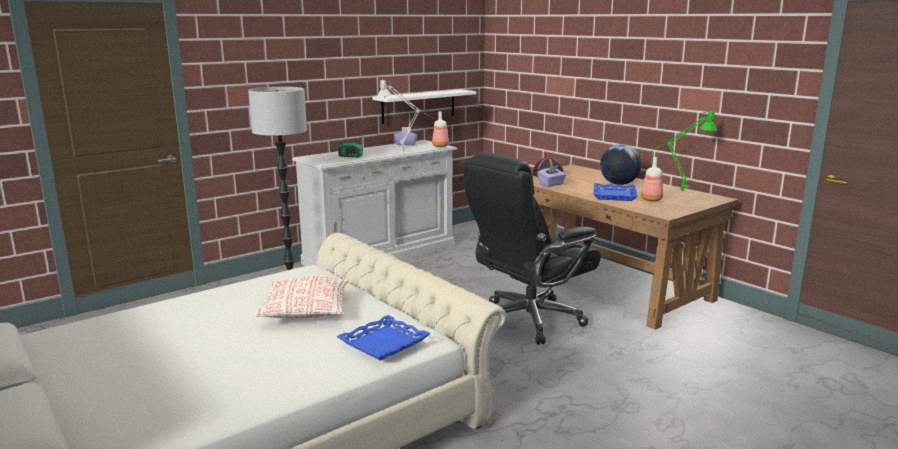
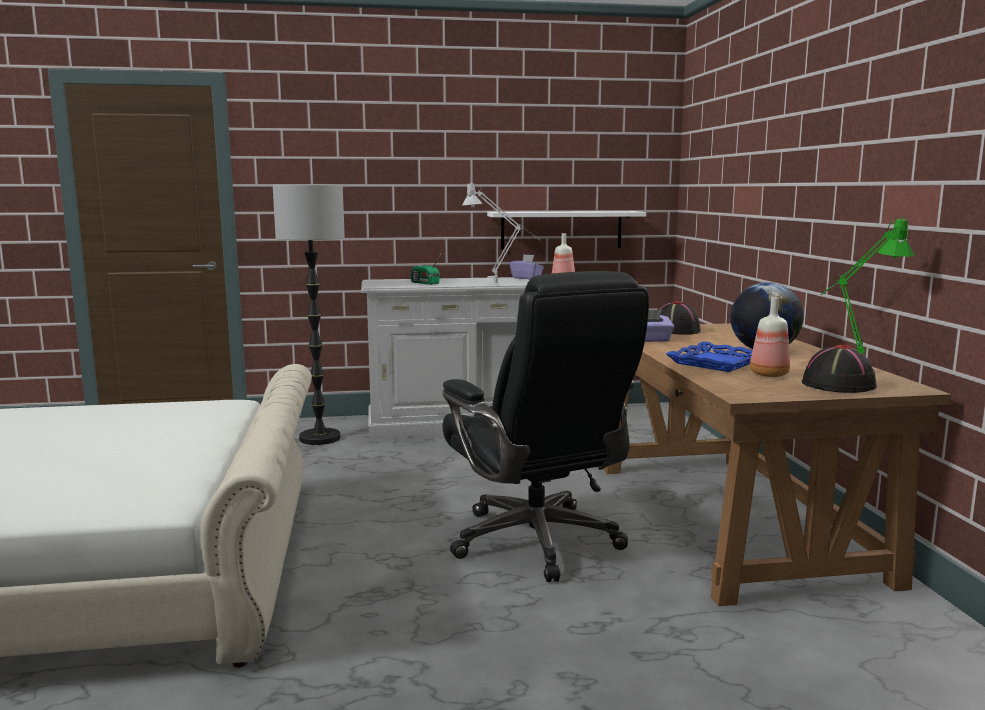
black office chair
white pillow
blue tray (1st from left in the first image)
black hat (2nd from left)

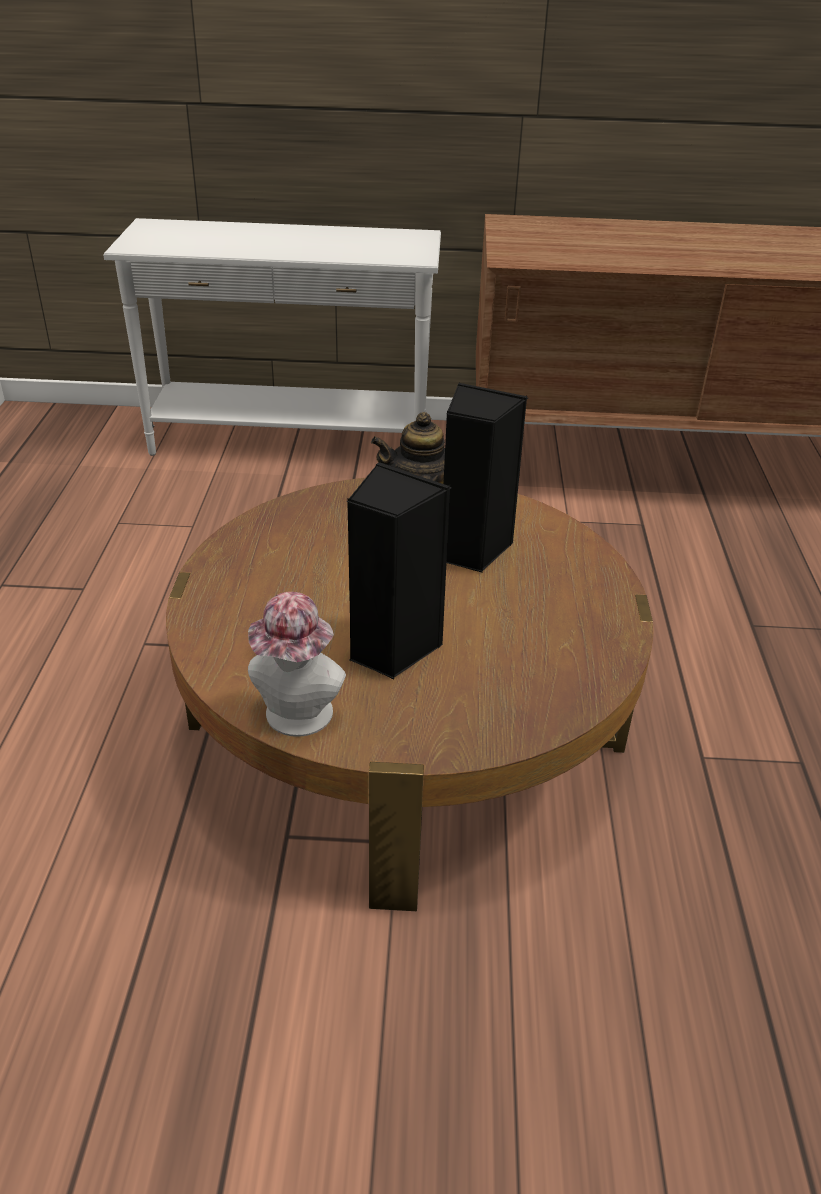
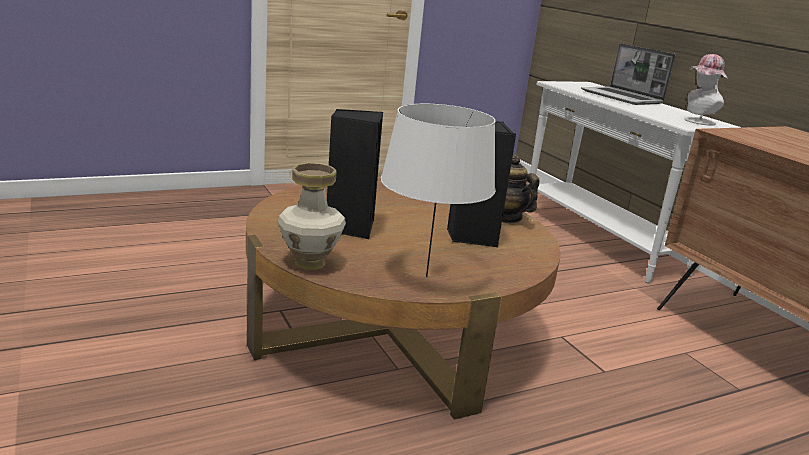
hat
laptop
white table lamp
vase

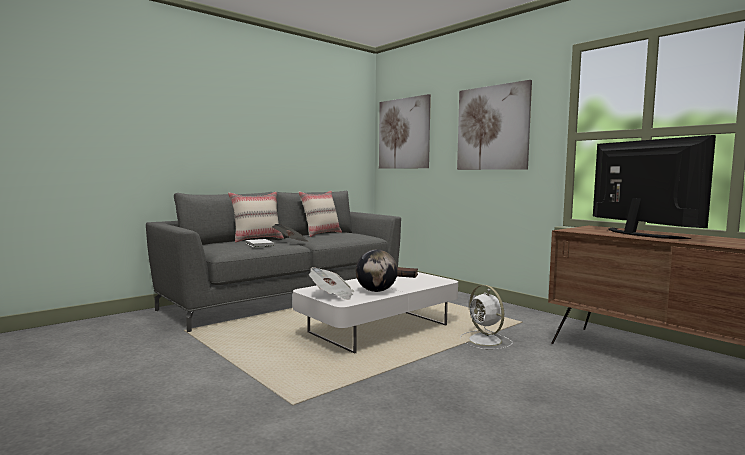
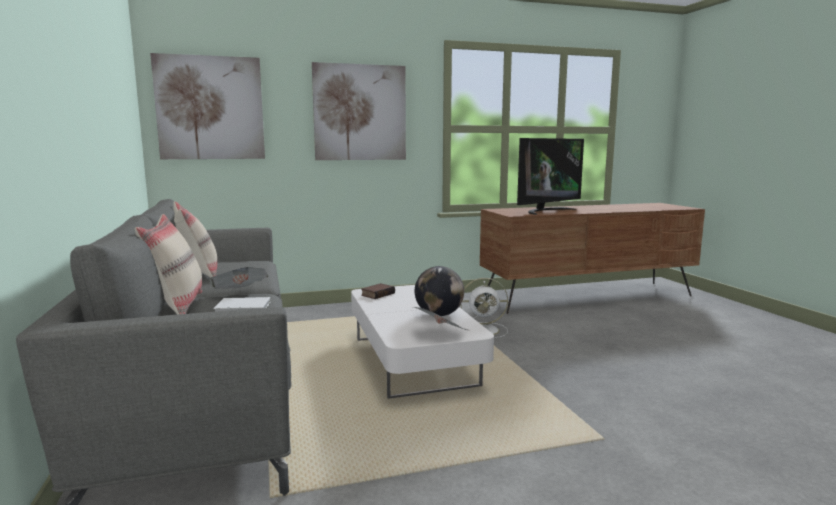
television

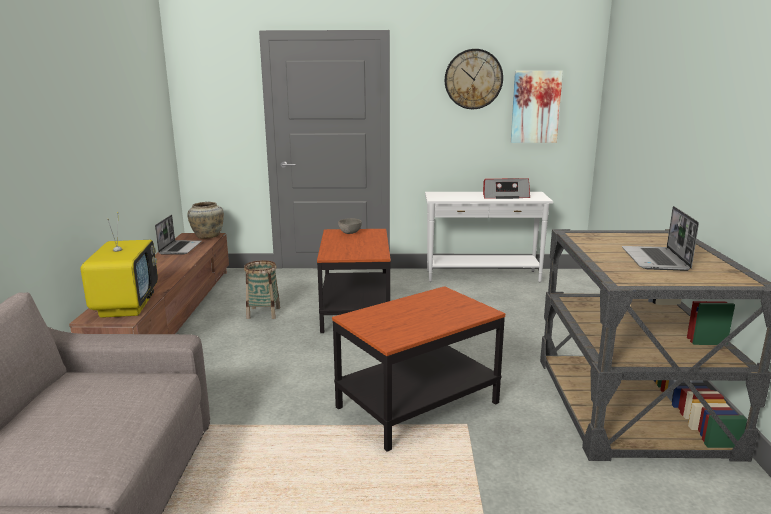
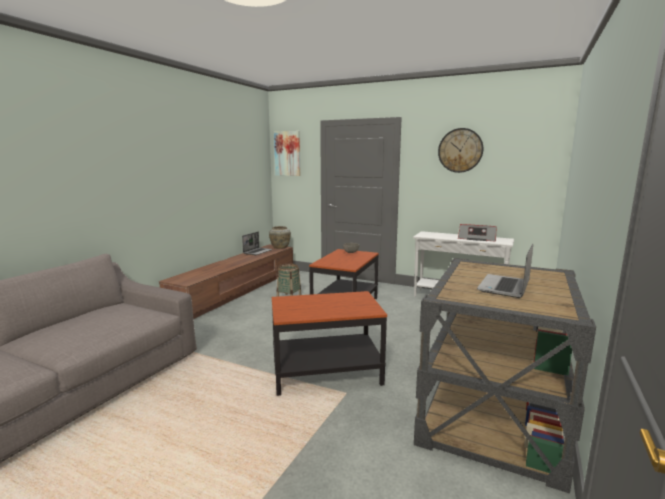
picture
television

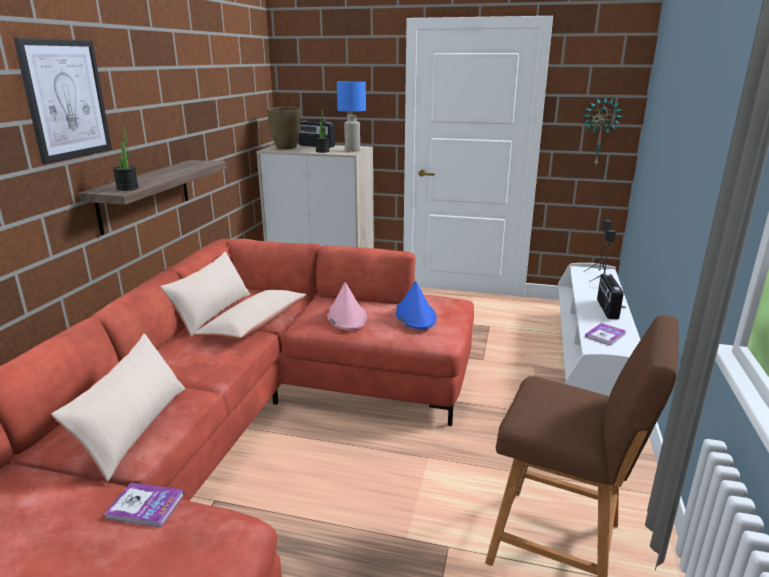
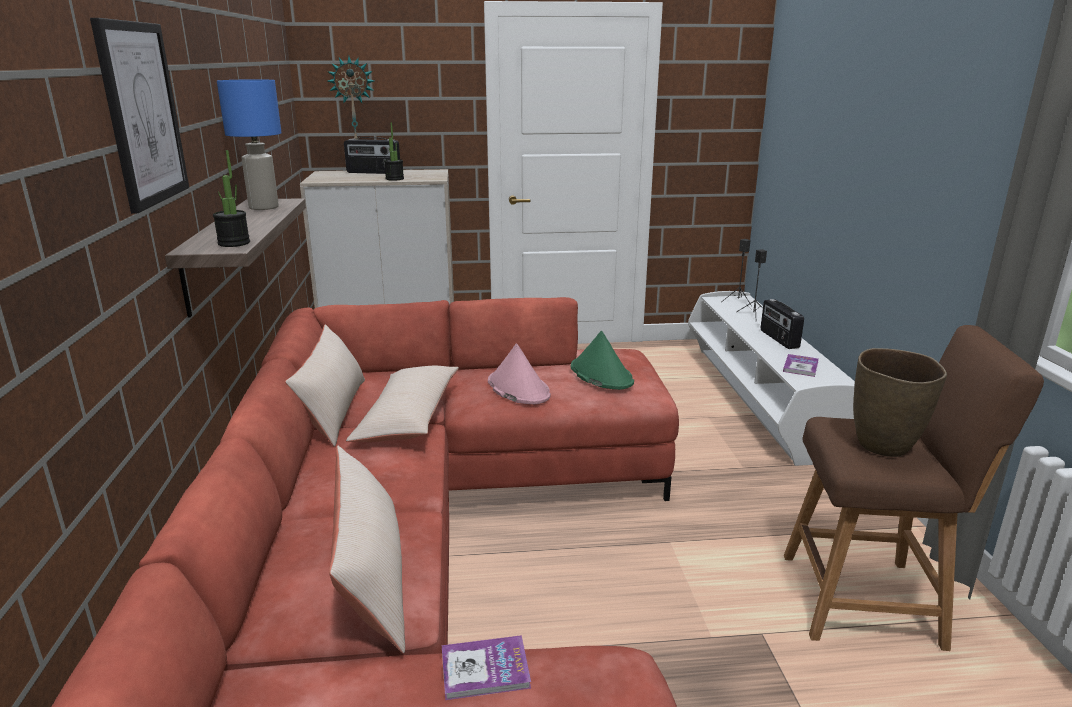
blue table lamp
wall clock
brown vase
green hat

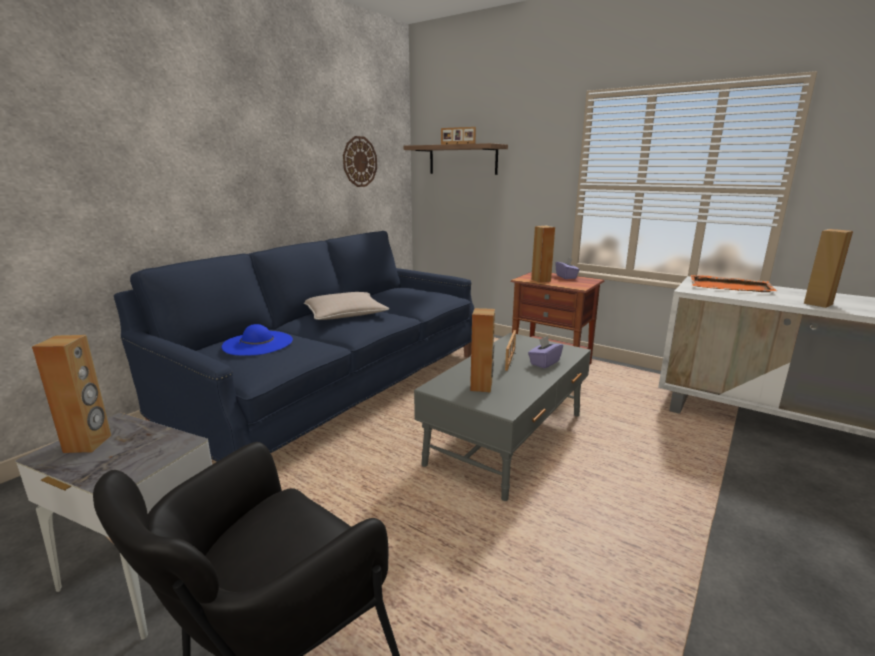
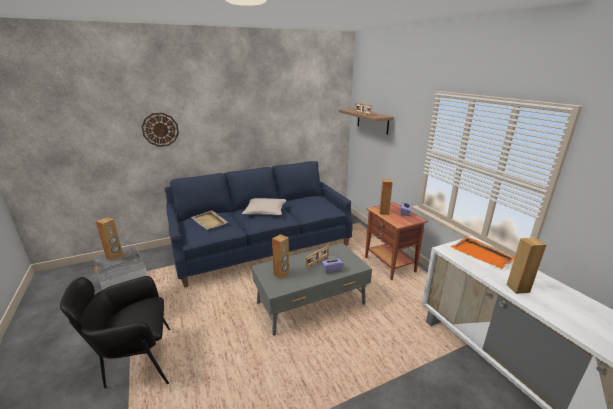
wall clock
beige tray

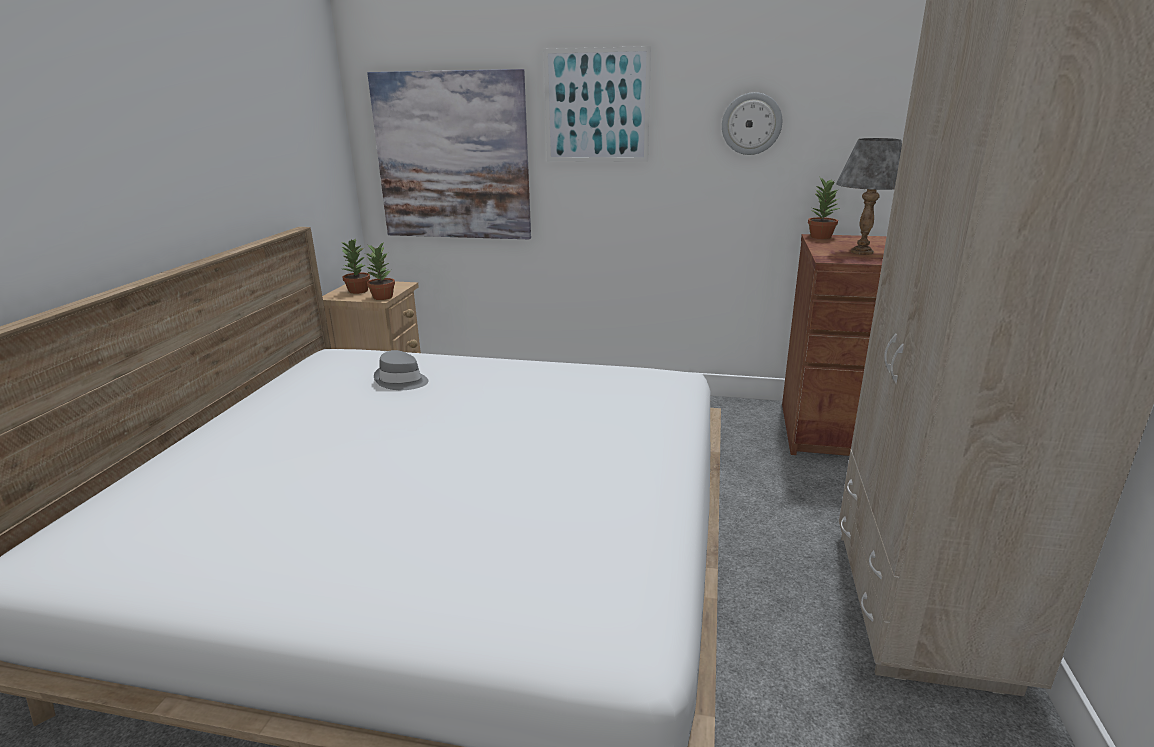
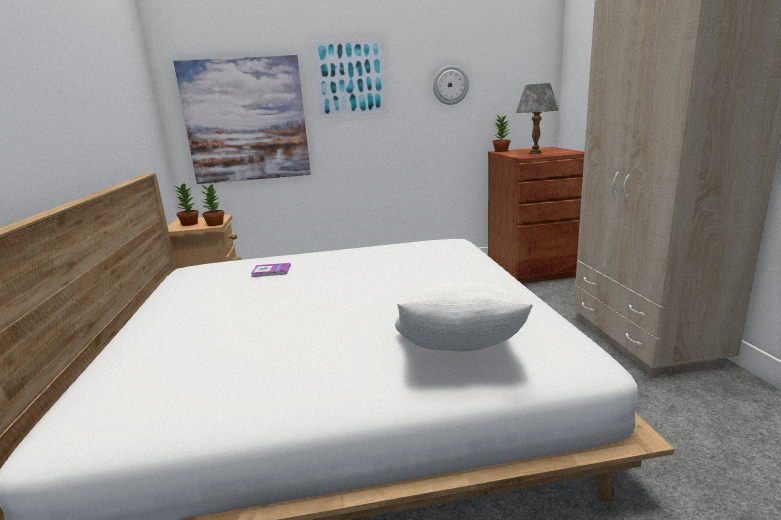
book
white pillow

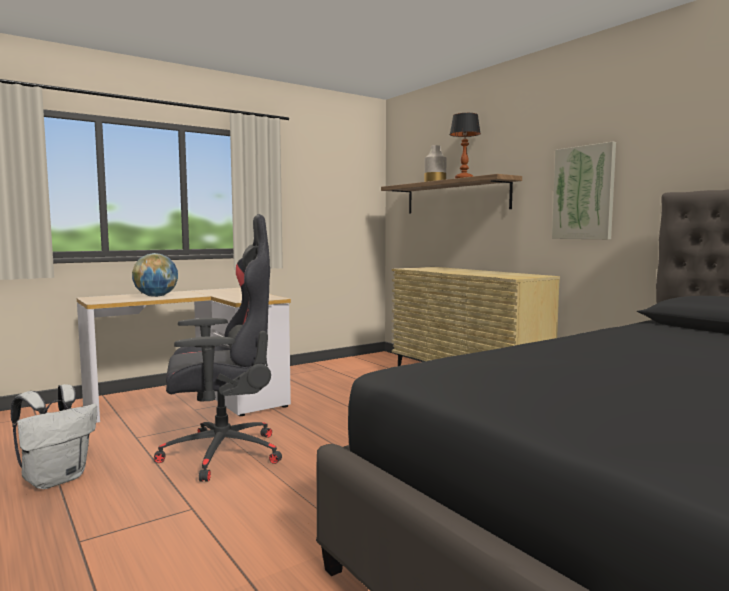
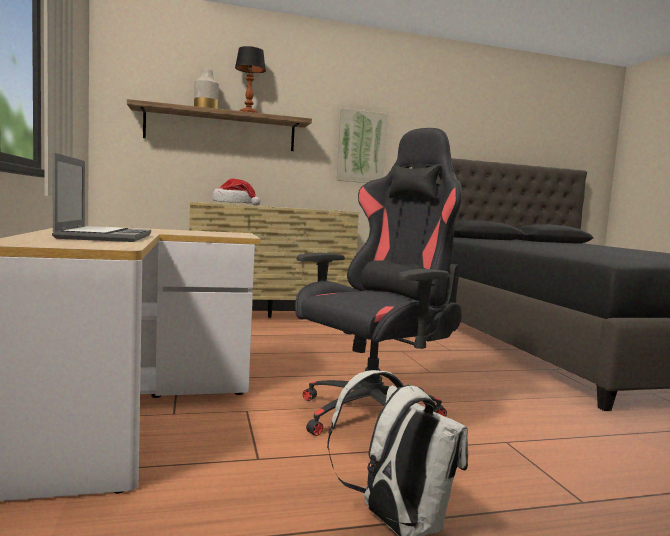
black office chair
laptop
hat

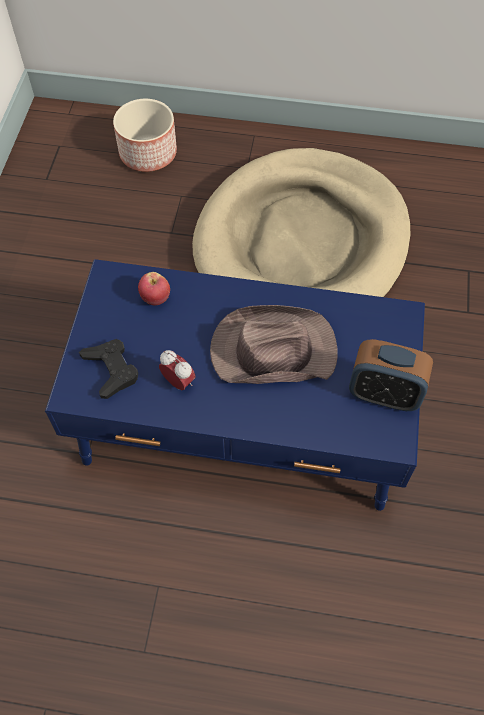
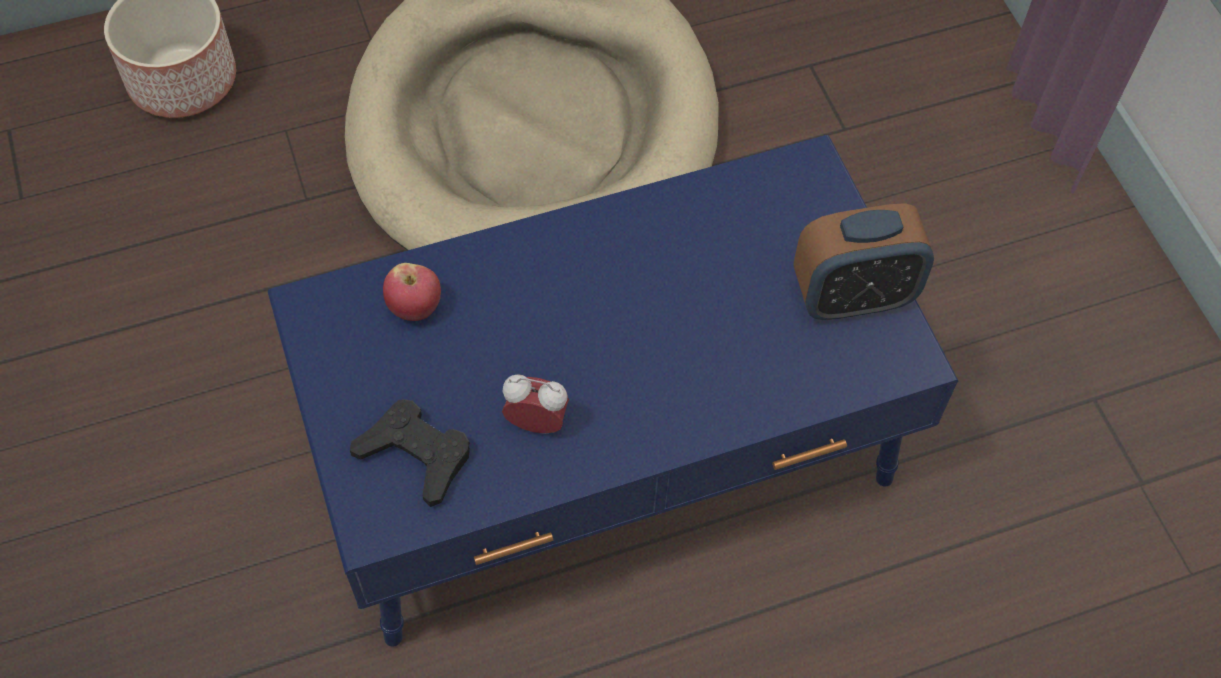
brown hat

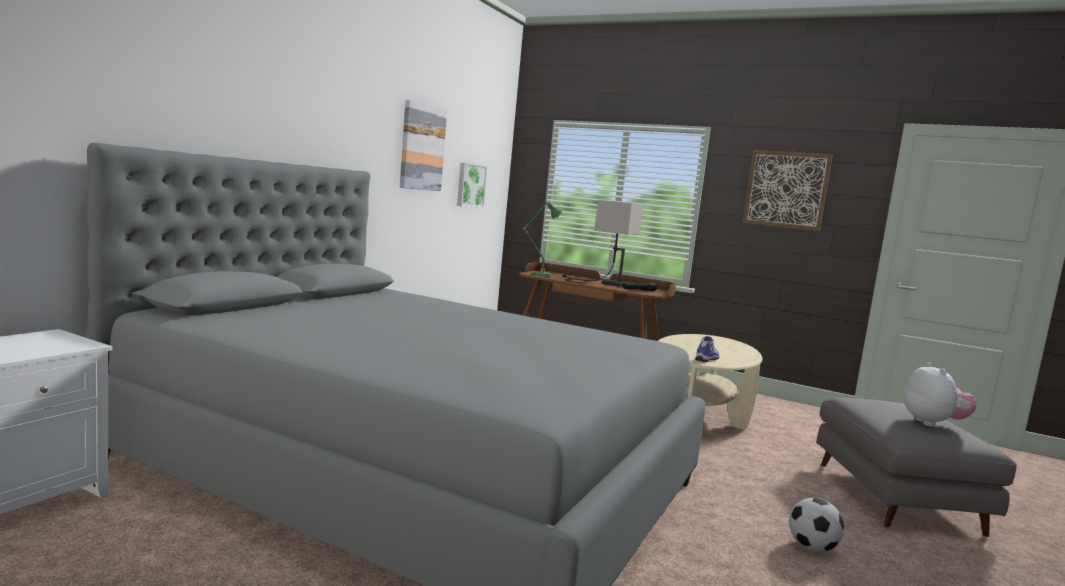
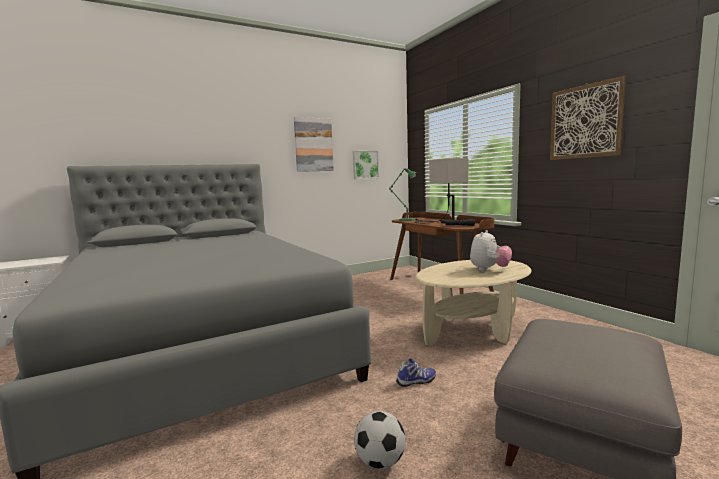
shoe
plush toy

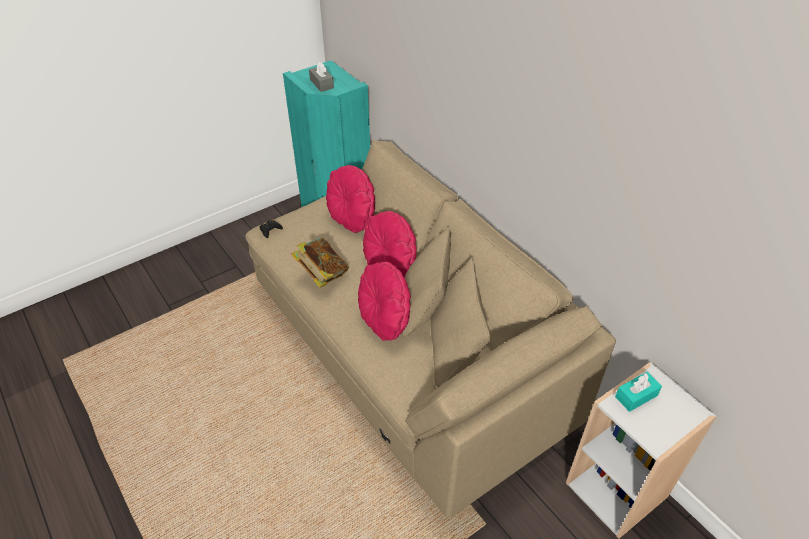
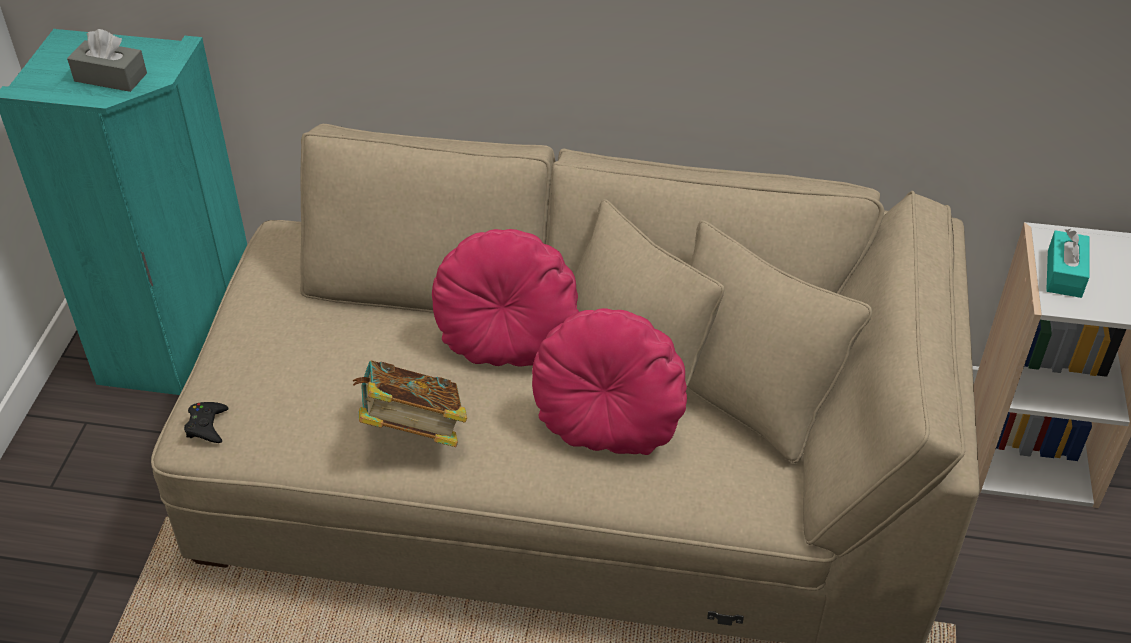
pink pillow (1st from left in the first image)

